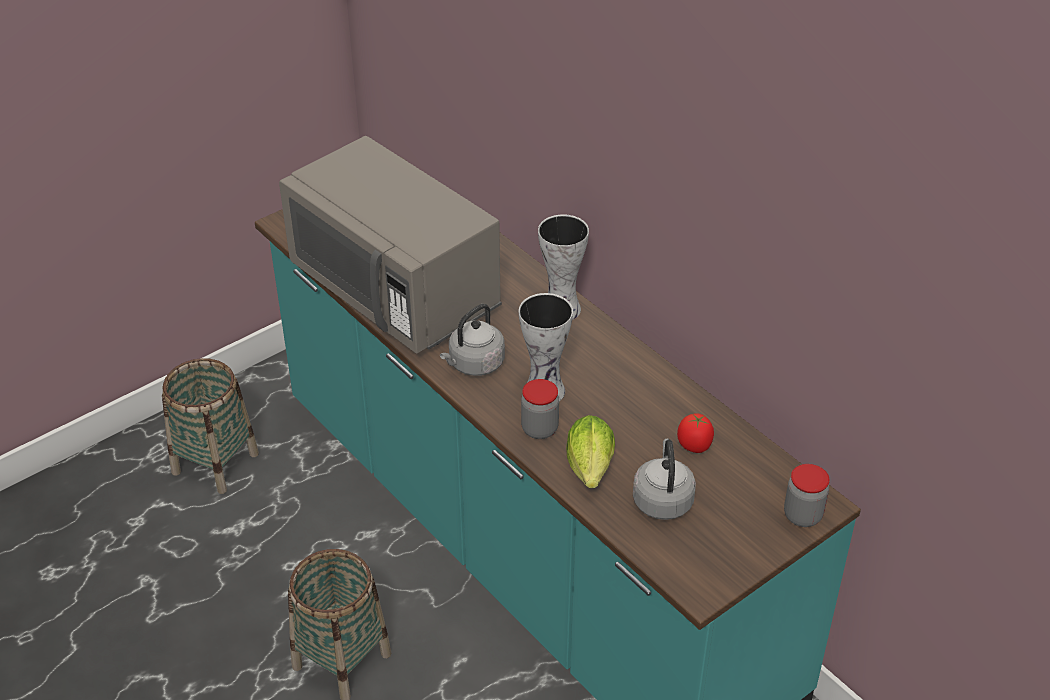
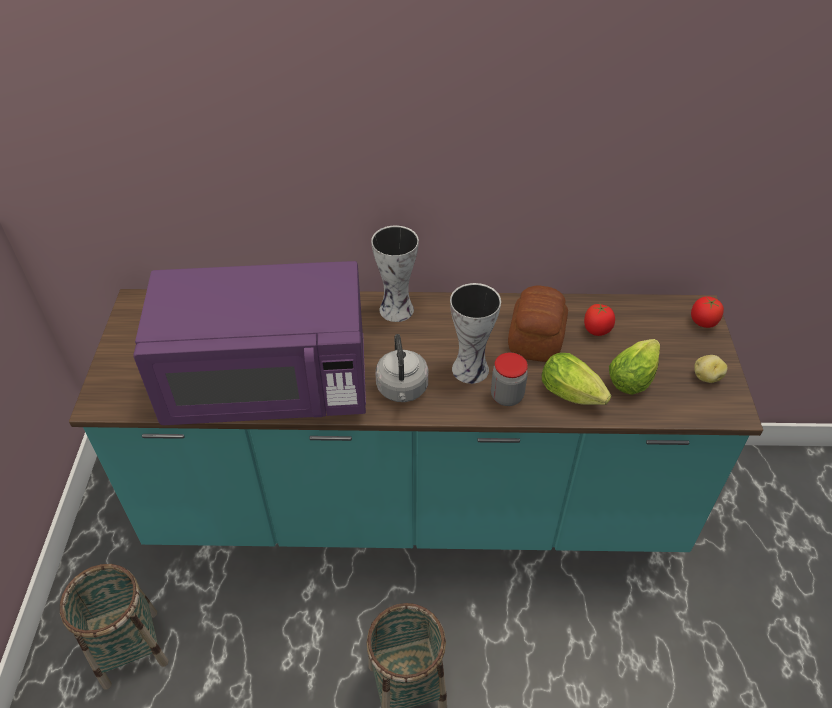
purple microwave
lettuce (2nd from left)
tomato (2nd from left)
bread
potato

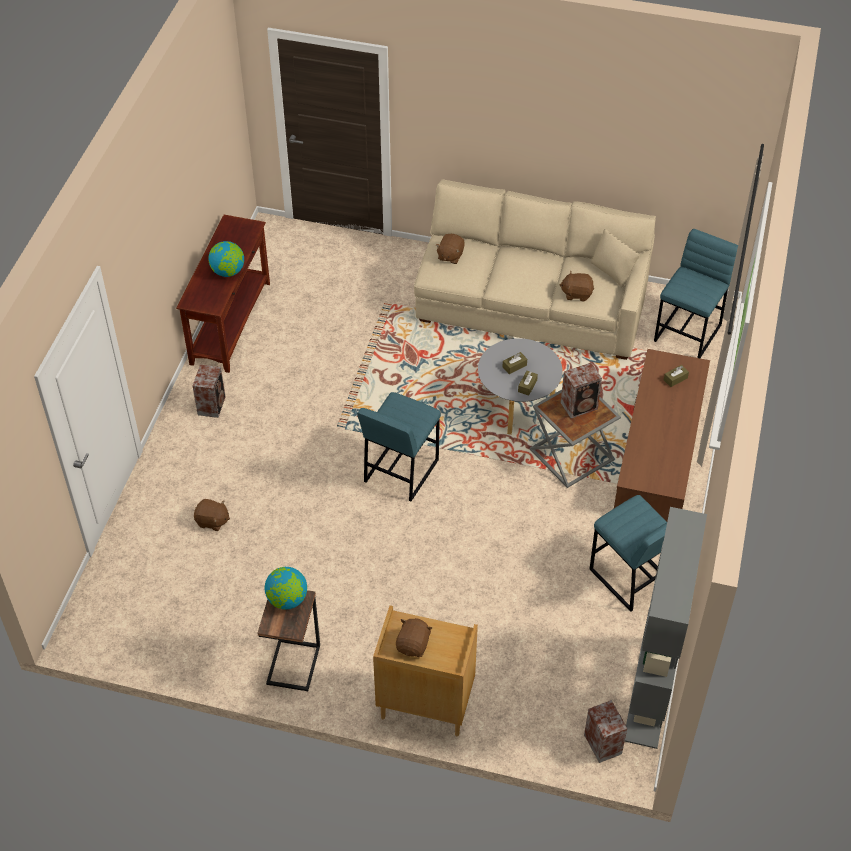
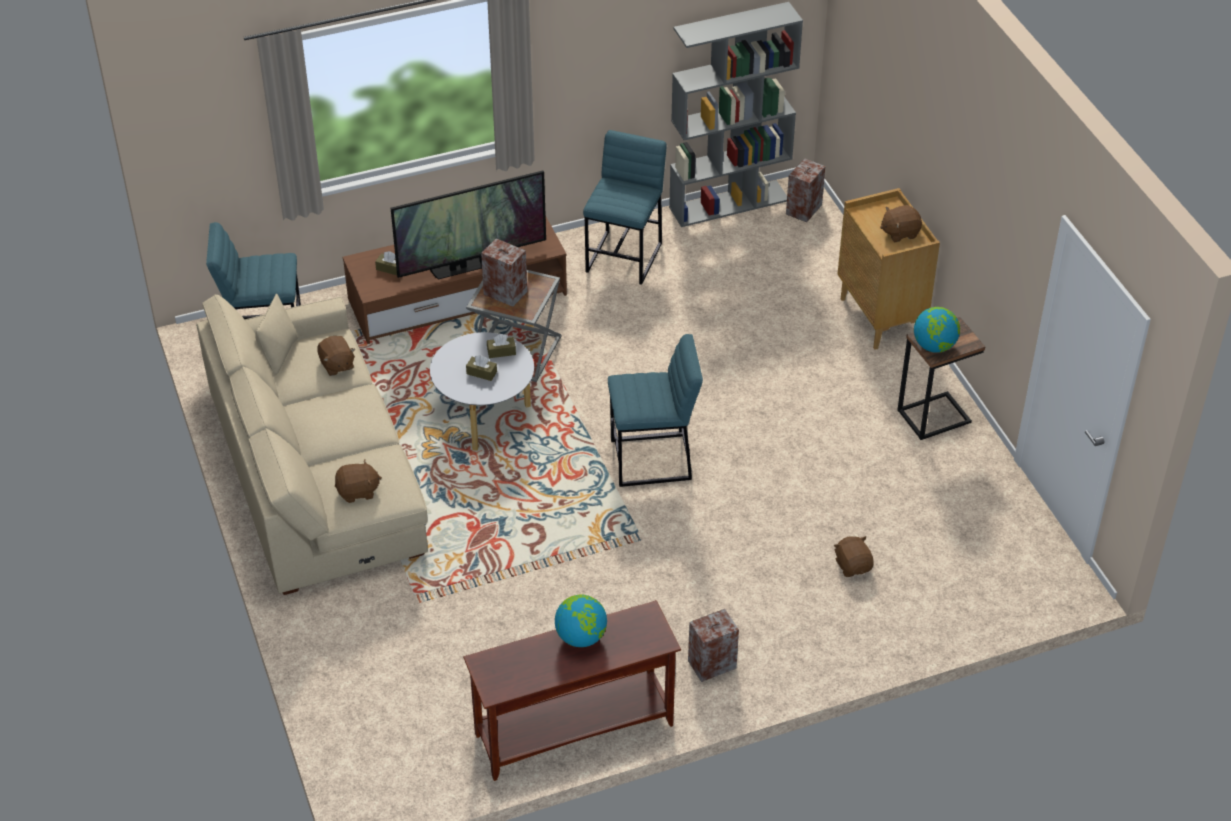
television

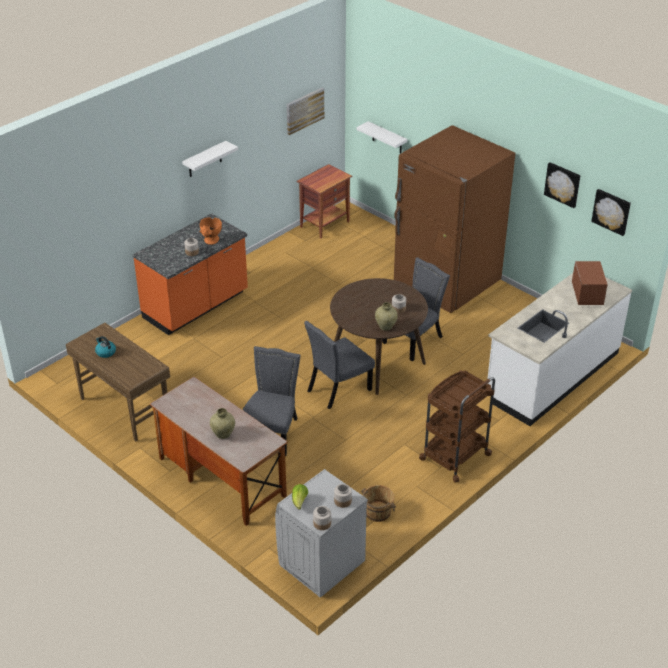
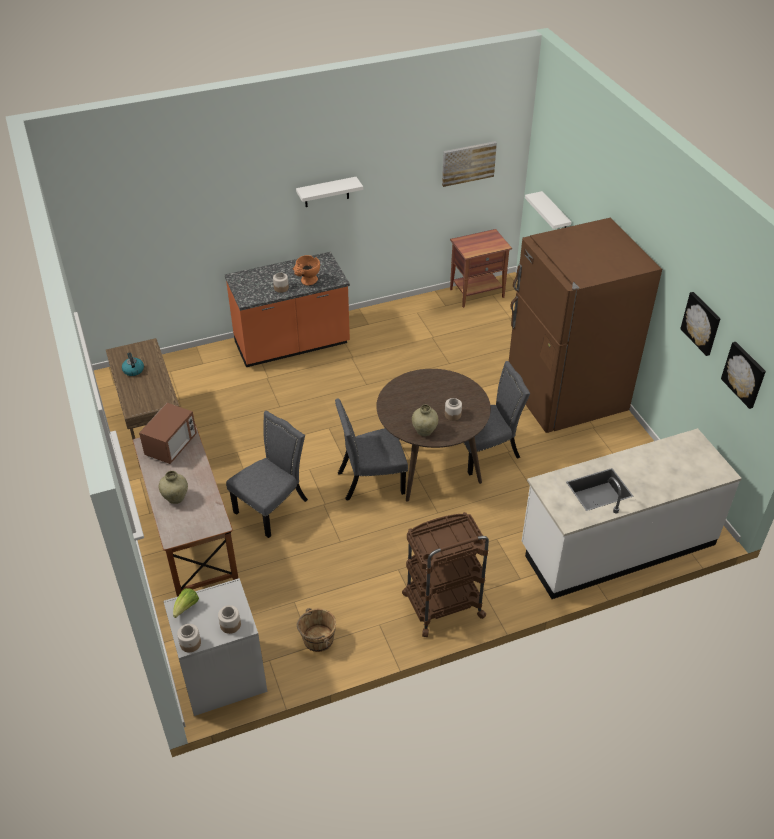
microwave

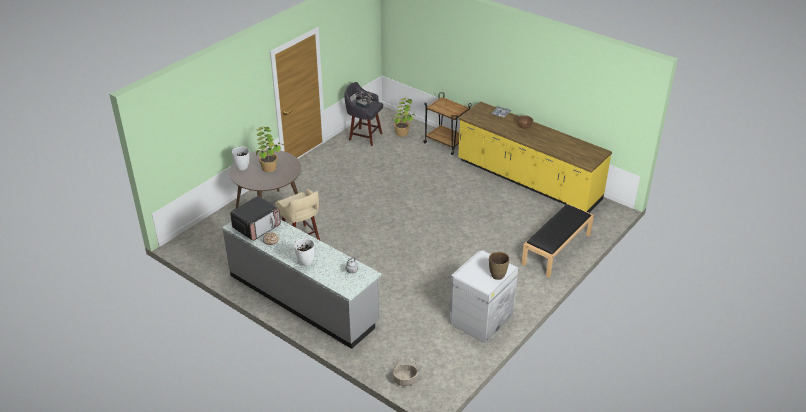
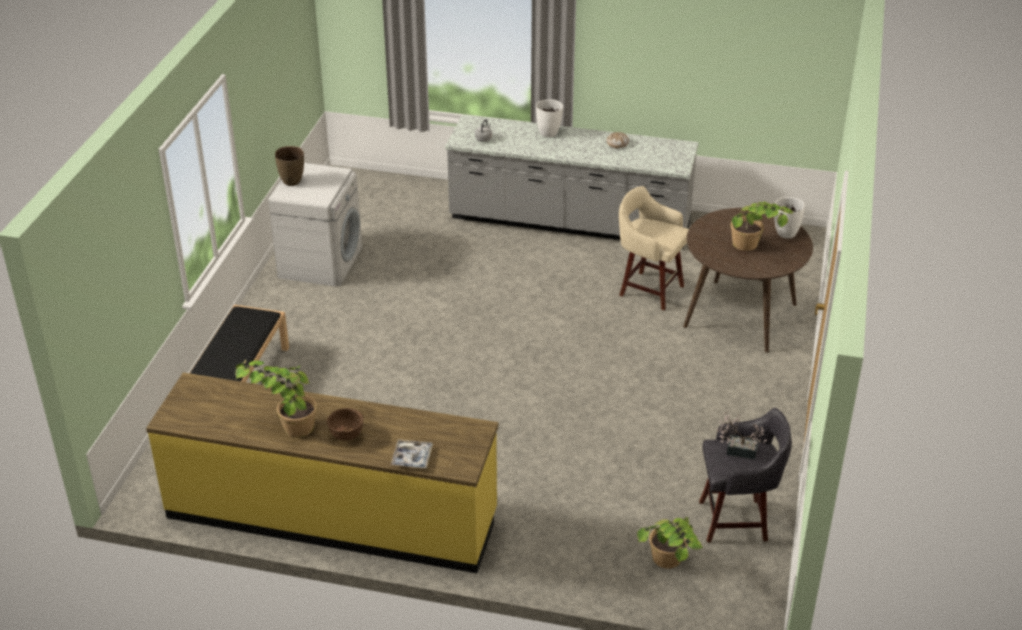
brown cart
microwave
basket
potted plant (1st from left)

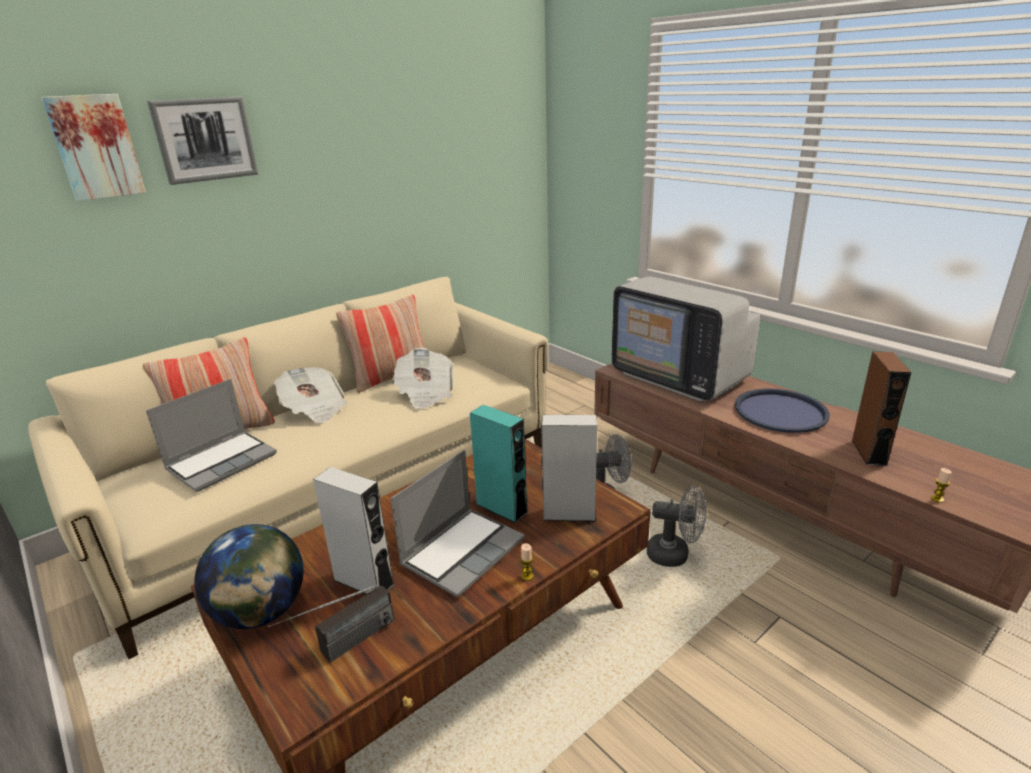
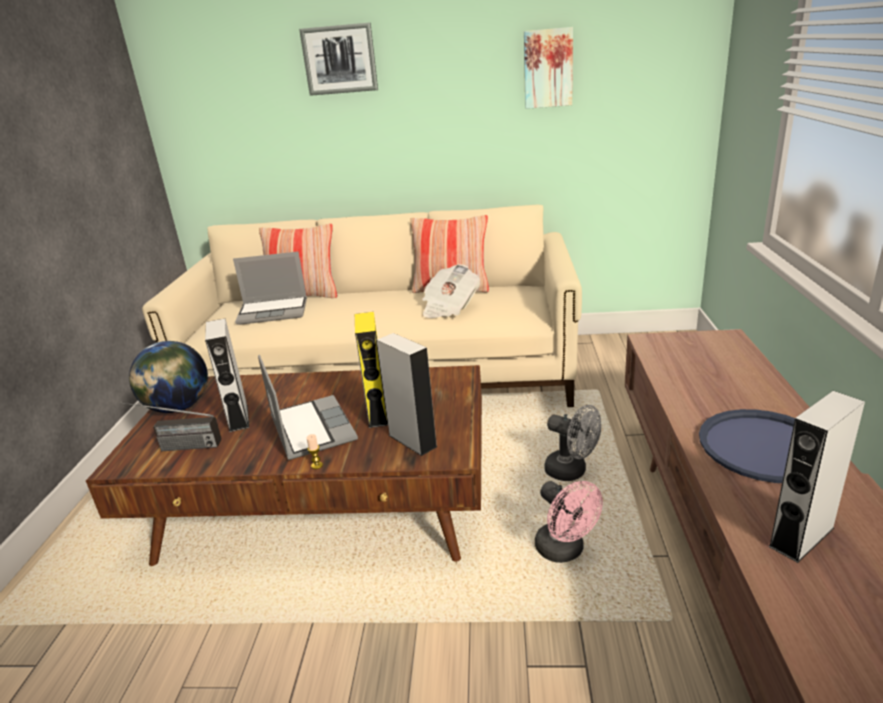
picture (2nd from left)
television
grey speaker (3rd from left)
newspaper (1st from left in the first image)
yellow speaker
laptop (2nd from left)
candle (2nd from left in the first image)
pink fan

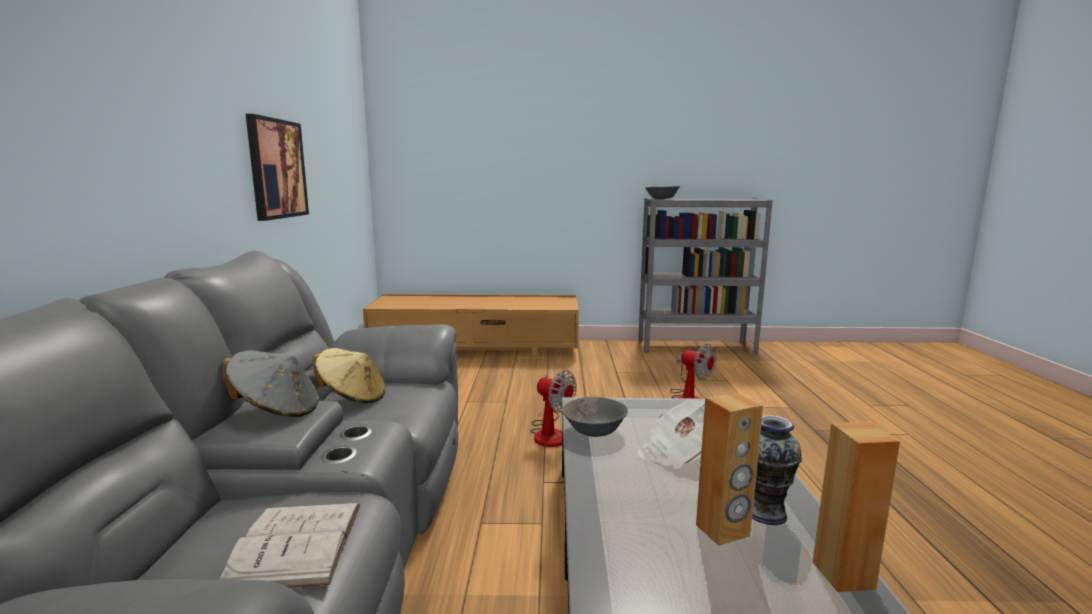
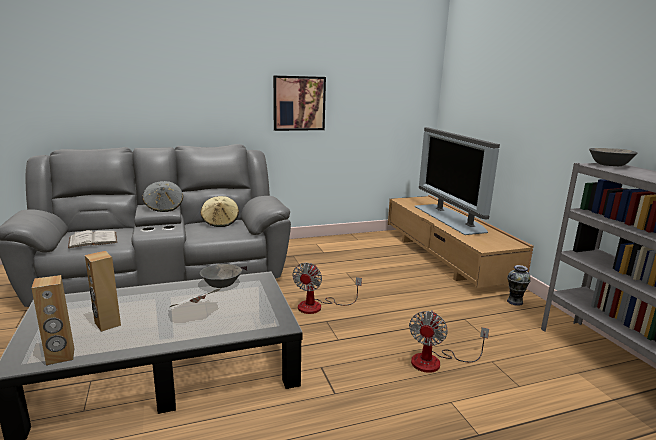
vase
television

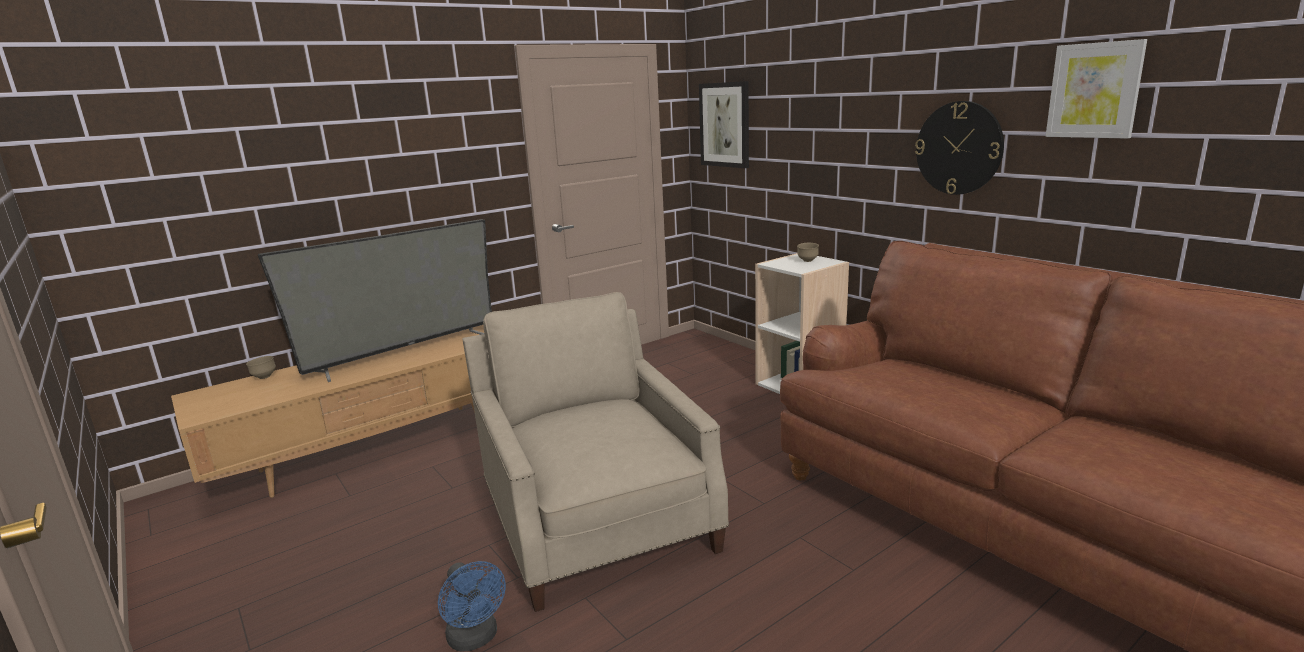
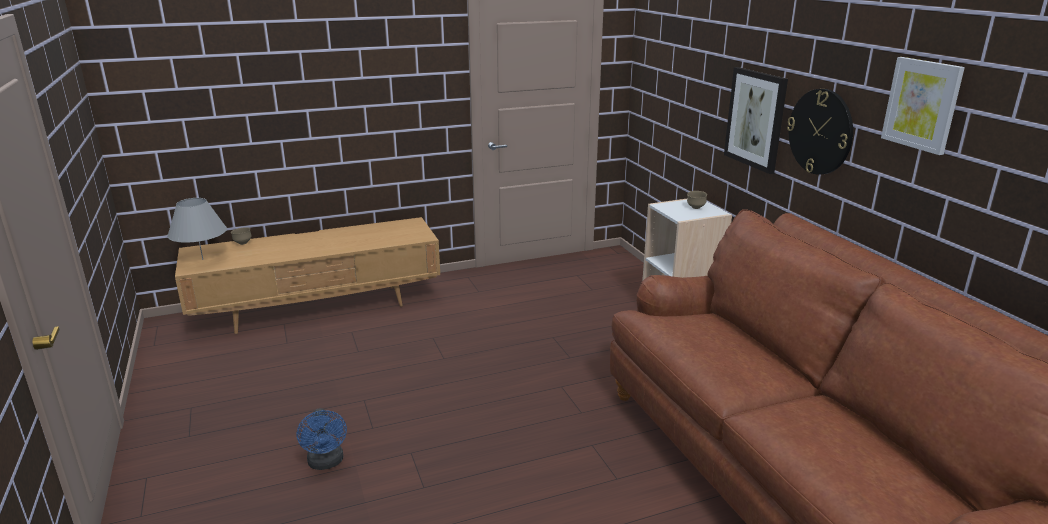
picture (1st from left)
television
beige armchair
grey table lamp

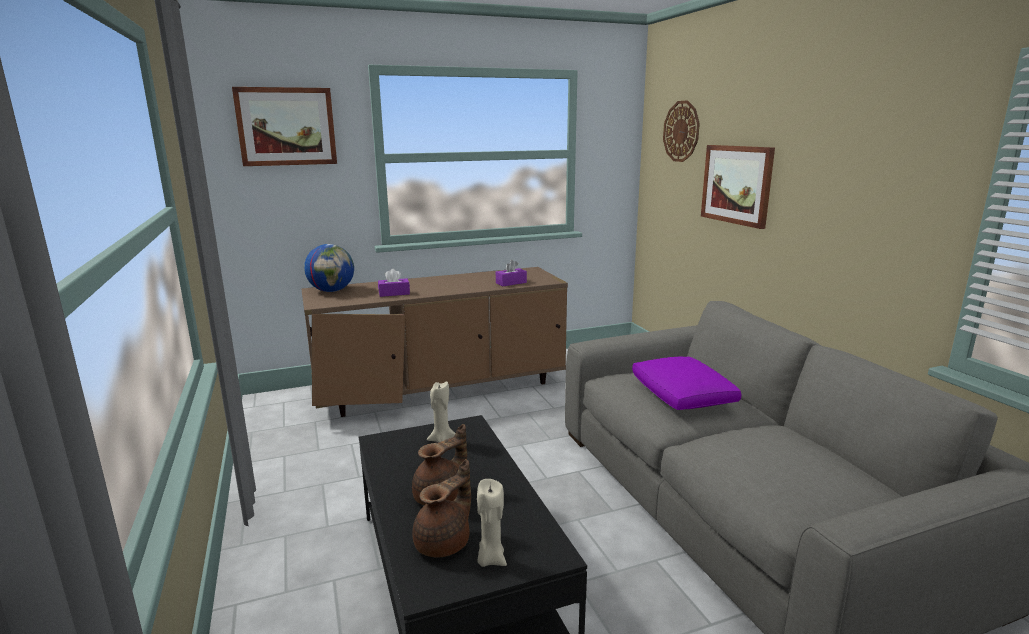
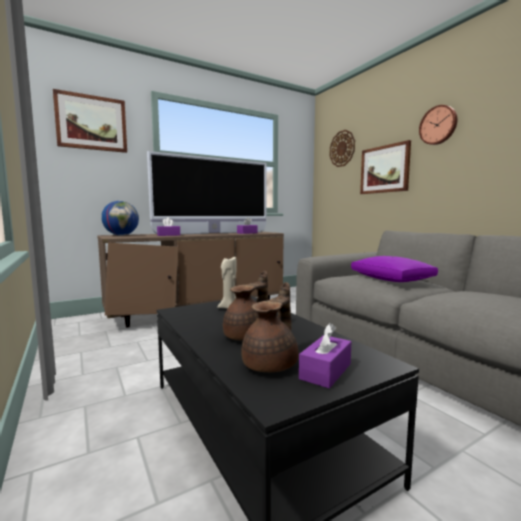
purple tissue box (3rd from left)
wall clock (2nd from left)
television

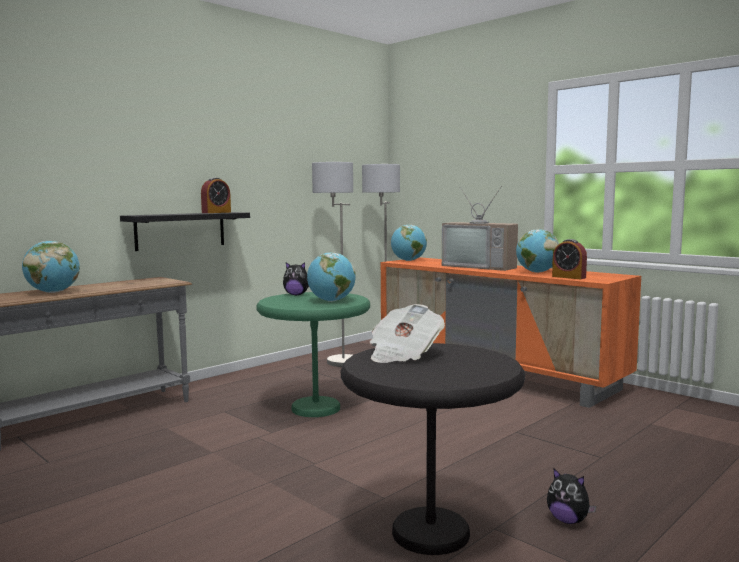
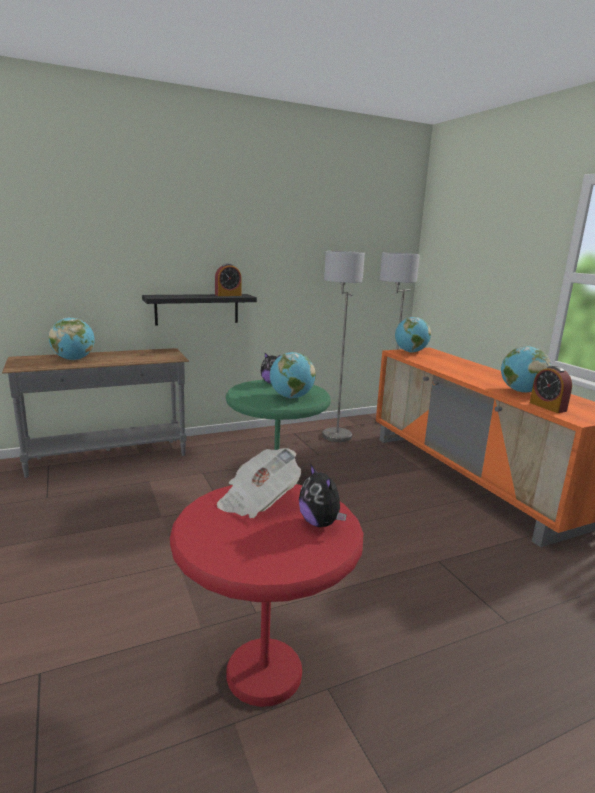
television
red side table
plush toy (2nd from left)

